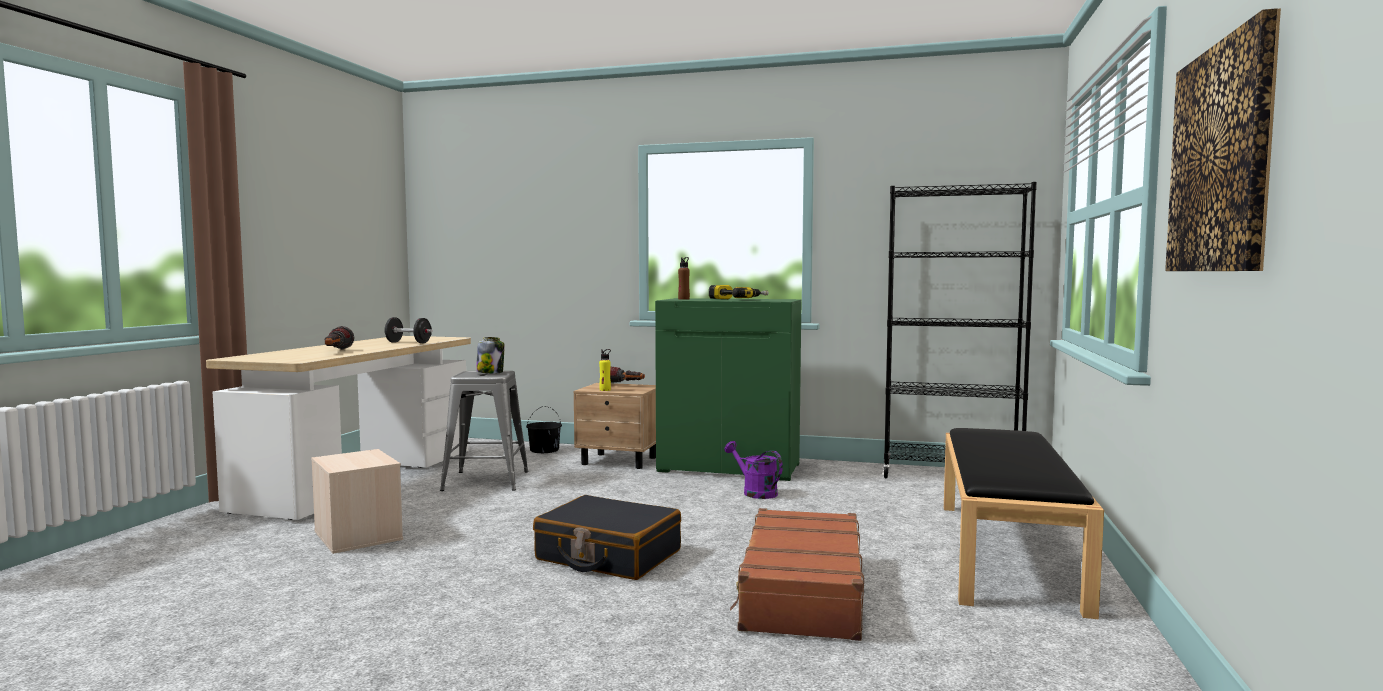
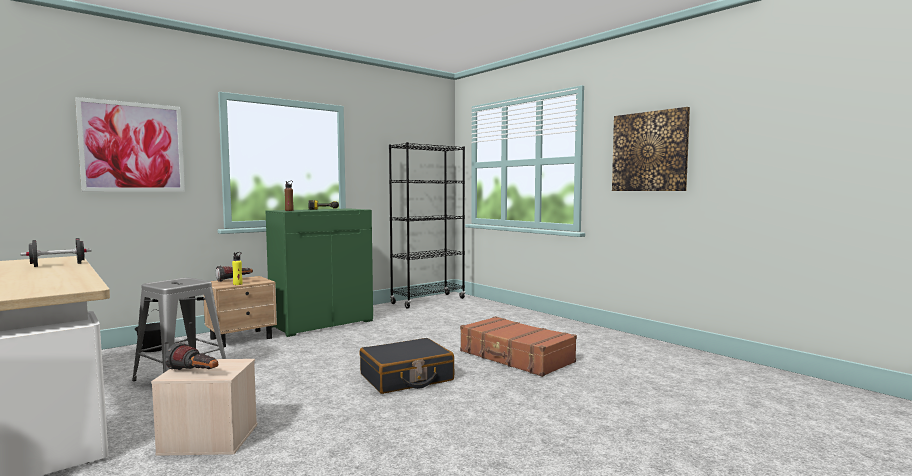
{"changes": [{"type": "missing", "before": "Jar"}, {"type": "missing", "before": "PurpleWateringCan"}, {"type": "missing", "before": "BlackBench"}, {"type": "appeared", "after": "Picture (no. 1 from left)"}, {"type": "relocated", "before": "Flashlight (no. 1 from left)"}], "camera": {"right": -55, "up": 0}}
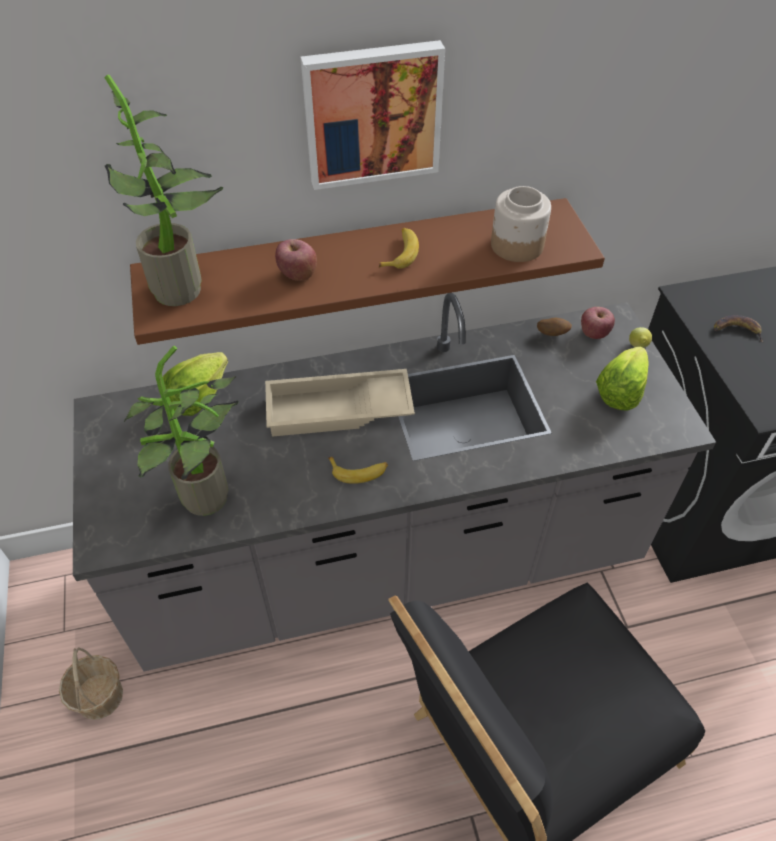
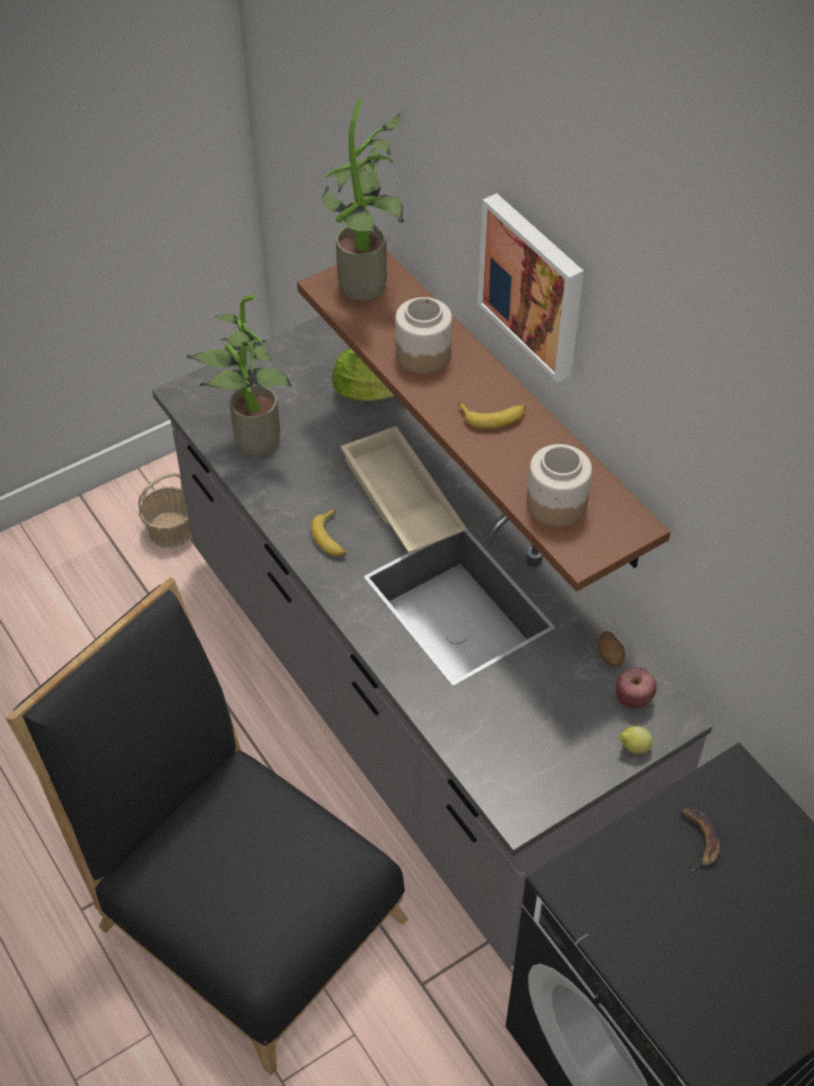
{"changes": [{"type": "missing", "before": "Lettuce (no. 2 from left)"}, {"type": "exchanged", "before": "Apple (no. 1 from left)", "after": "Jar (no. 1 from left)"}], "camera": {"right": 70, "up": 0}}
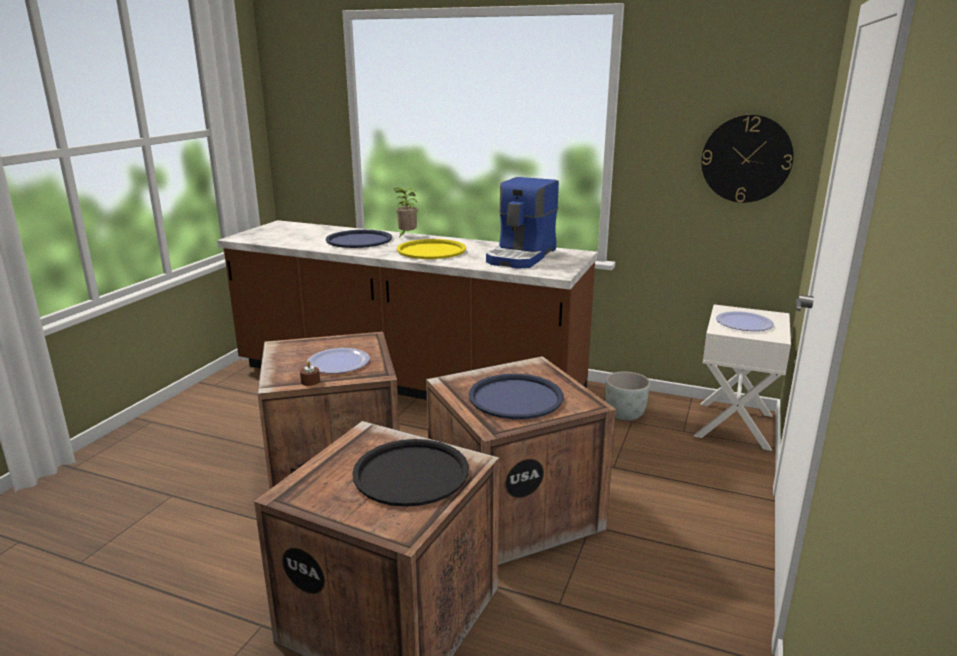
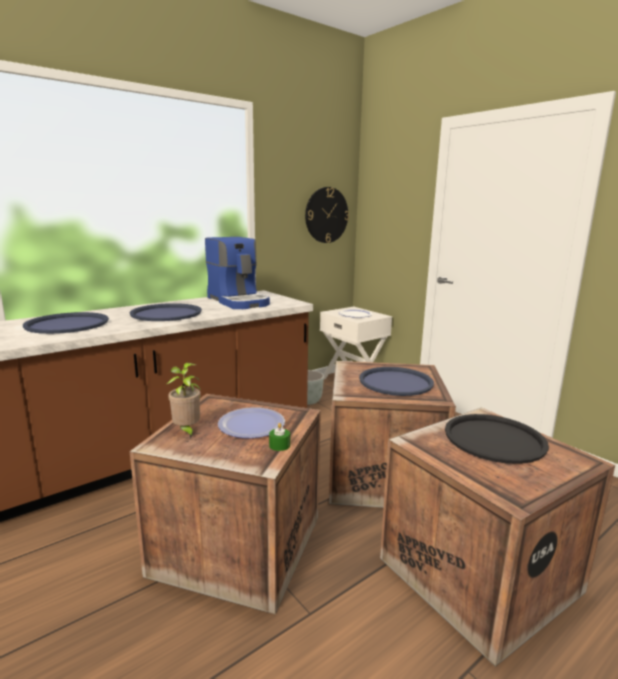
{"changes": [{"type": "relocated", "before": "PottedPlant"}, {"type": "colour", "before": "BrownCandle", "after": "GreenCandle"}, {"type": "colour", "before": "YellowTray", "after": "BlueTray (no. 2 from left)"}], "camera": {"right": -60, "up": -5}}
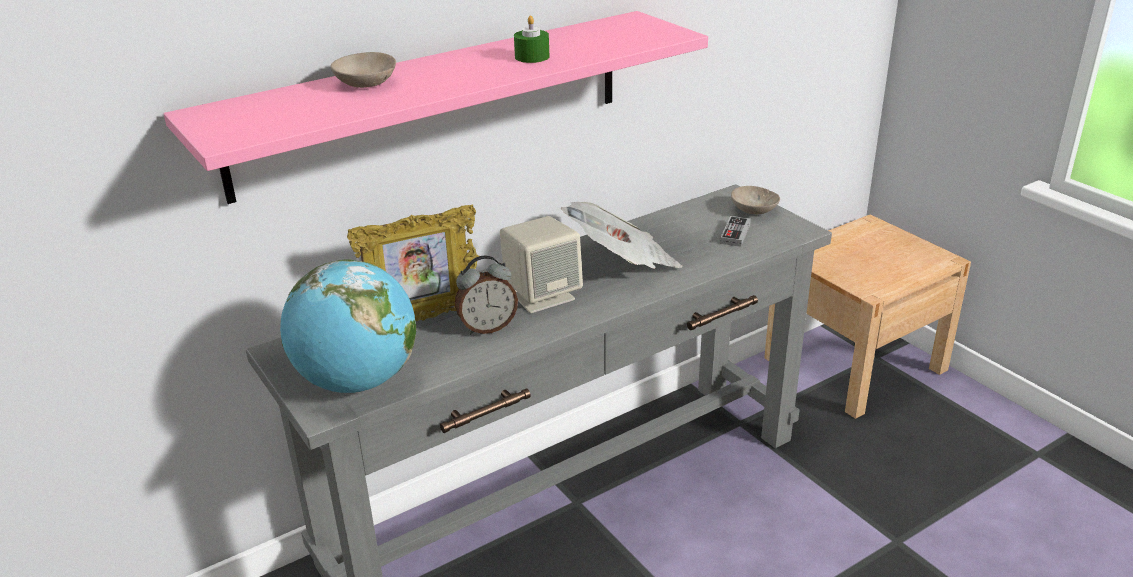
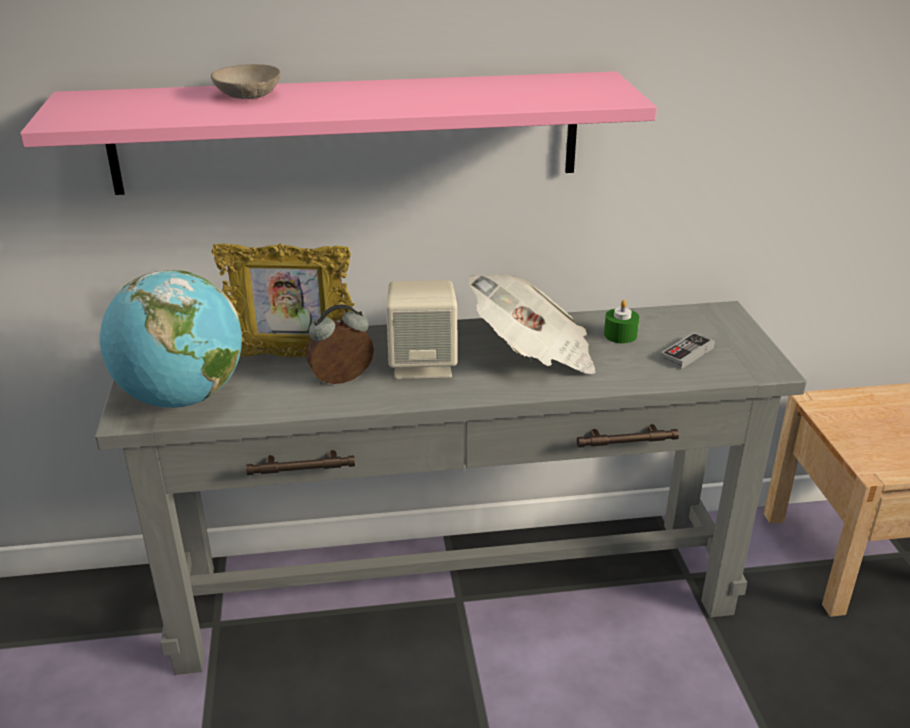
{"changes": [{"type": "missing", "before": "BeigeBowl (no. 2 from left)"}, {"type": "relocated", "before": "GreenCandle"}, {"type": "spun", "before": "AlarmClock", "turn": 150}], "camera": {"right": 25, "up": 0}}
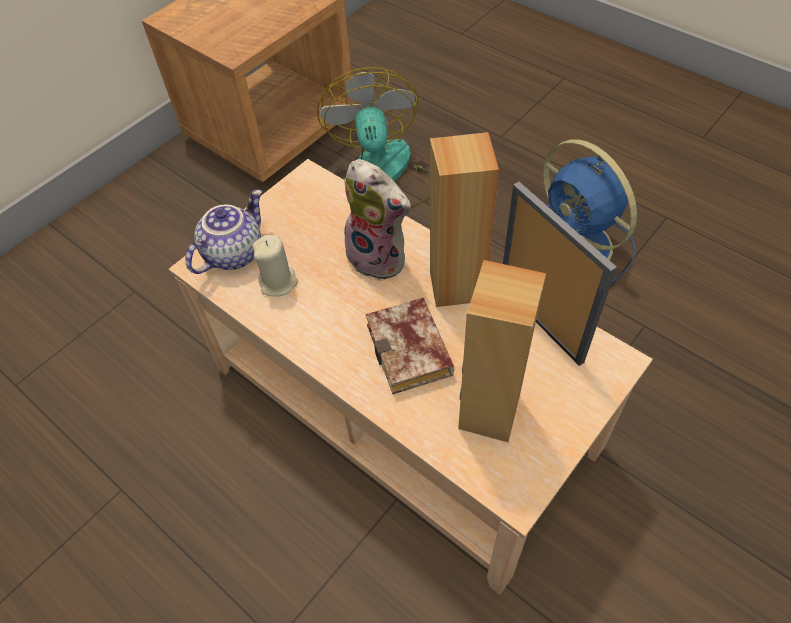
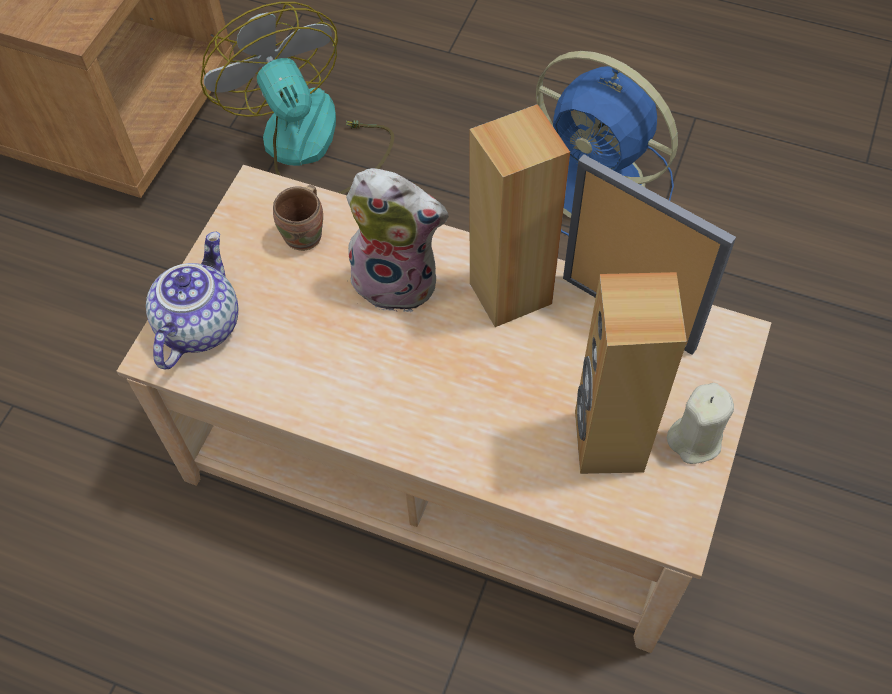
{"changes": [{"type": "missing", "before": "Book"}, {"type": "appeared", "after": "BrownMug"}, {"type": "relocated", "before": "BeigeCandle"}], "camera": {"right": -20, "up": 5}}
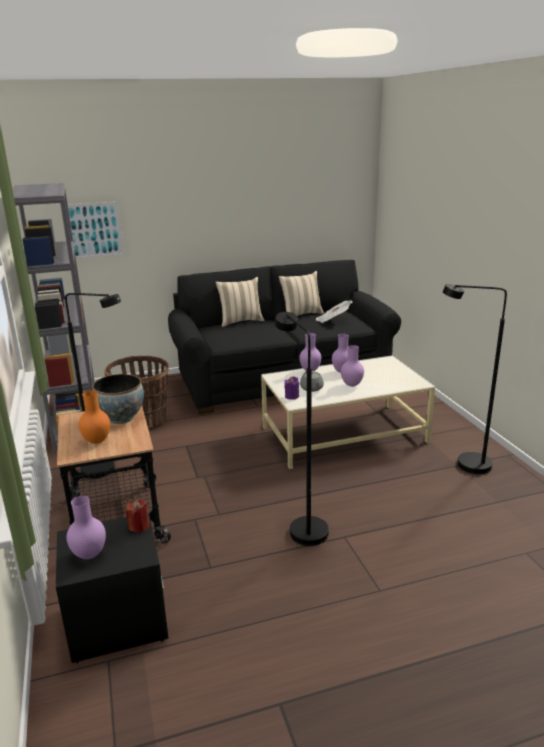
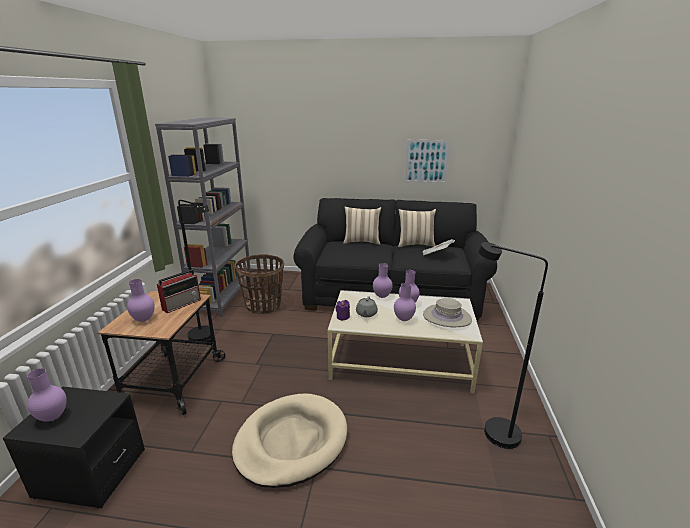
{"changes": [{"type": "missing", "before": "RedCandle"}, {"type": "appeared", "after": "BeigeHat"}, {"type": "relocated", "before": "Picture"}, {"type": "exchanged", "before": "Bowl", "after": "Radio"}, {"type": "exchanged", "before": "BlackFloorLamp (no. 2 from left)", "after": "BeigeDogBed"}, {"type": "colour", "before": "OrangeVase", "after": "PurpleVase (no. 2 from left)"}], "camera": {"right": 25, "up": 0}}
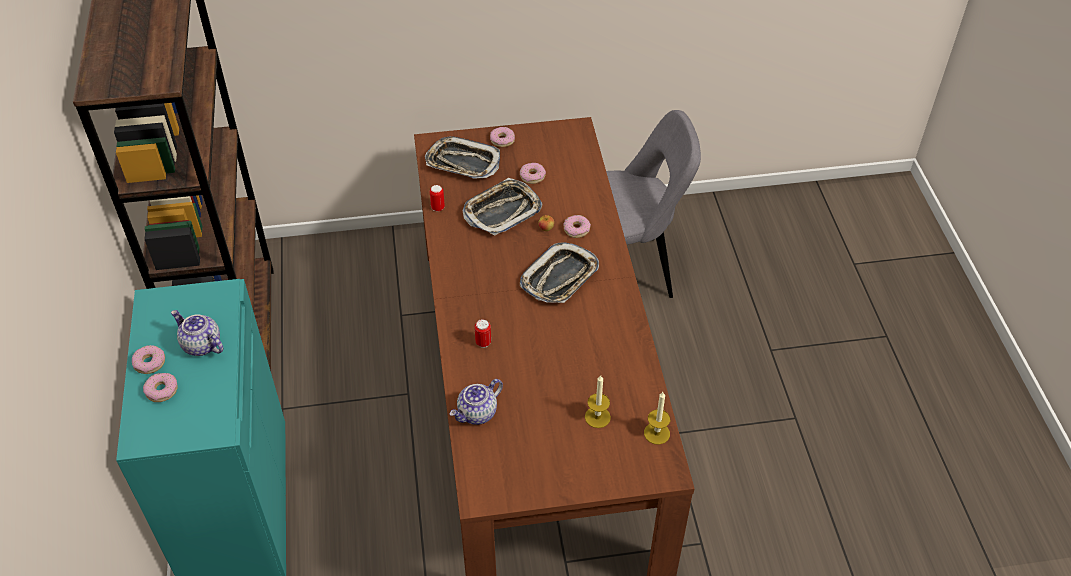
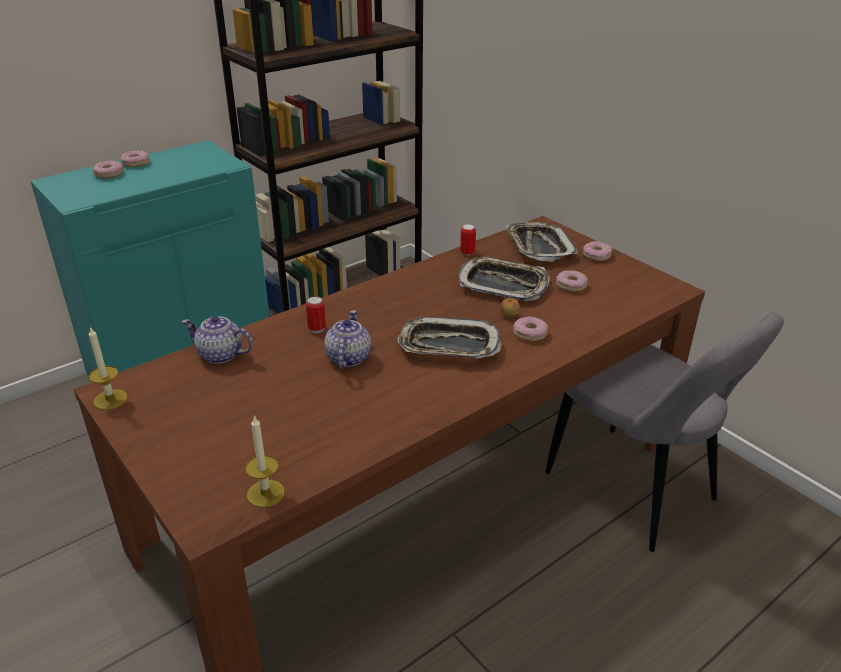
{"changes": [{"type": "relocated", "before": "Teapot (no. 1 from left in the first image)", "after": "Teapot (no. 2 from left)"}, {"type": "relocated", "before": "Candle (no. 1 from left)"}], "camera": {"right": 60, "up": -15}}
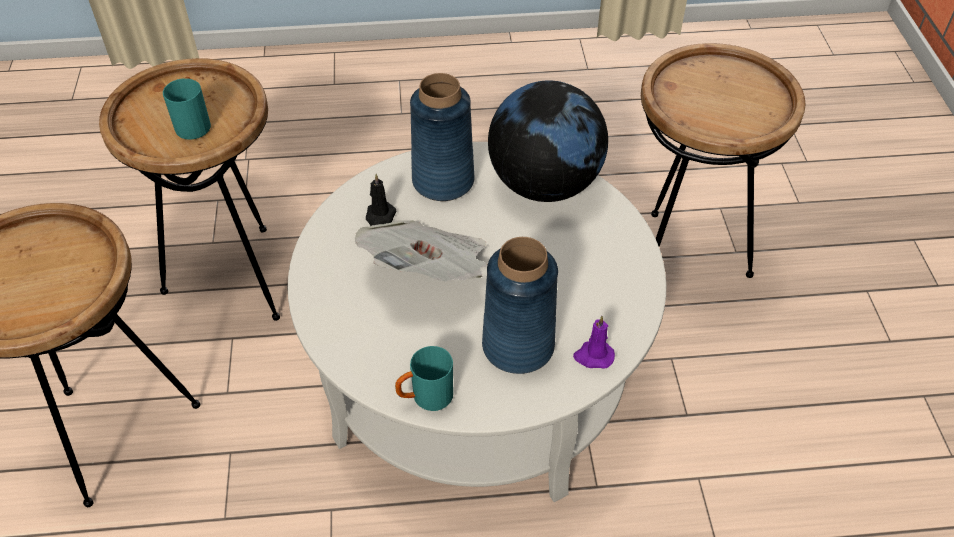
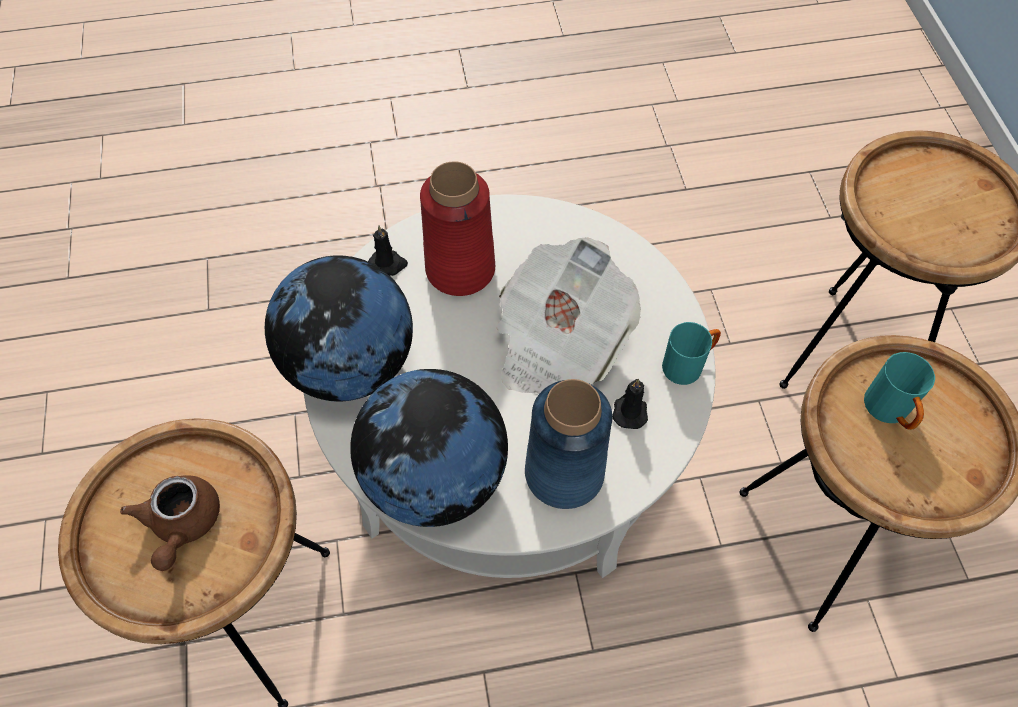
{"changes": [{"type": "appeared", "after": "BrownTeapot"}, {"type": "appeared", "after": "Globe (no. 1 from left)"}, {"type": "relocated", "before": "TurquoiseMug (no. 2 from left in the first image)", "after": "TurquoiseMug (no. 1 from left)"}, {"type": "colour", "before": "BlueVase (no. 2 from left)", "after": "RedVase"}, {"type": "colour", "before": "PurpleCandle", "after": "BlackCandle (no. 1 from left)"}], "camera": {"right": 175, "up": 10}}
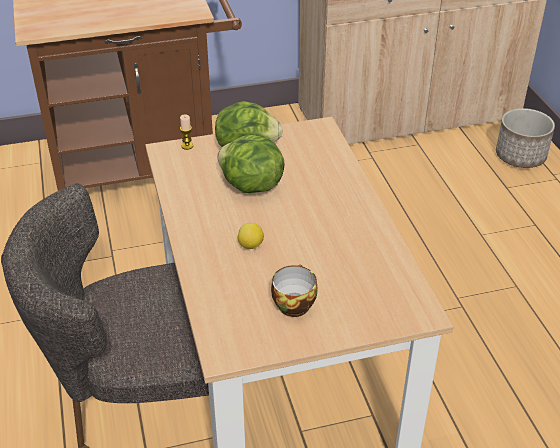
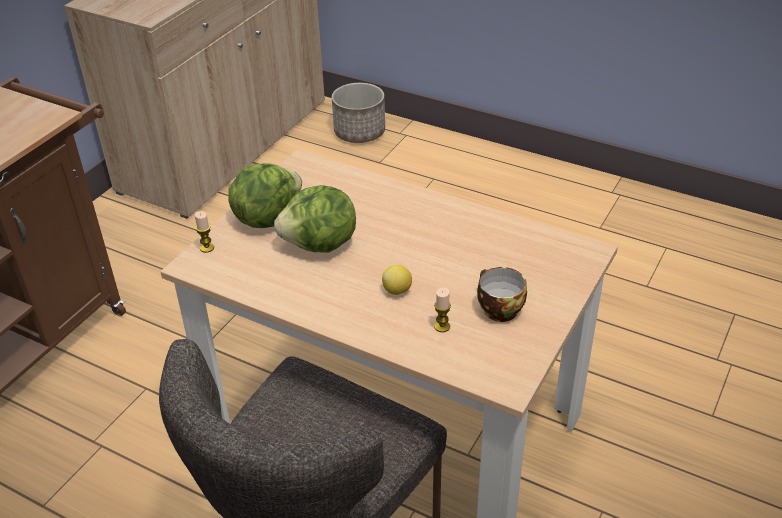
{"changes": [{"type": "appeared", "after": "Candle (no. 2 from left)"}], "camera": {"right": -45, "up": 0}}
